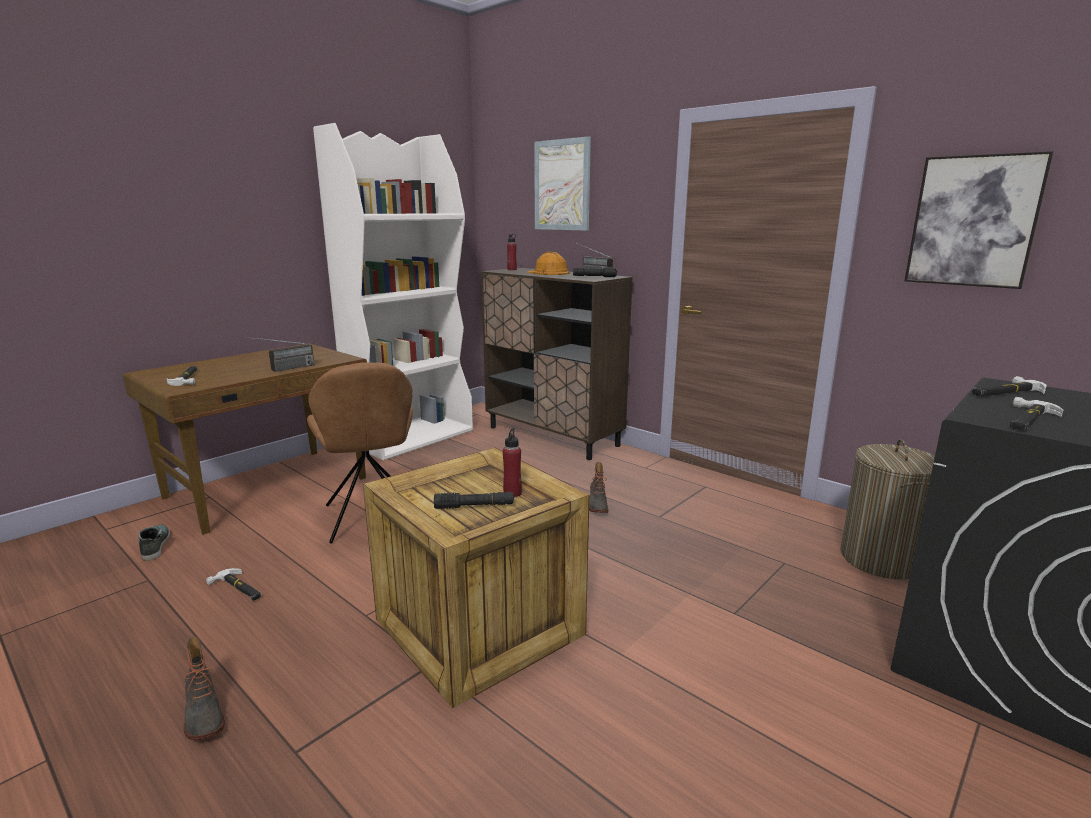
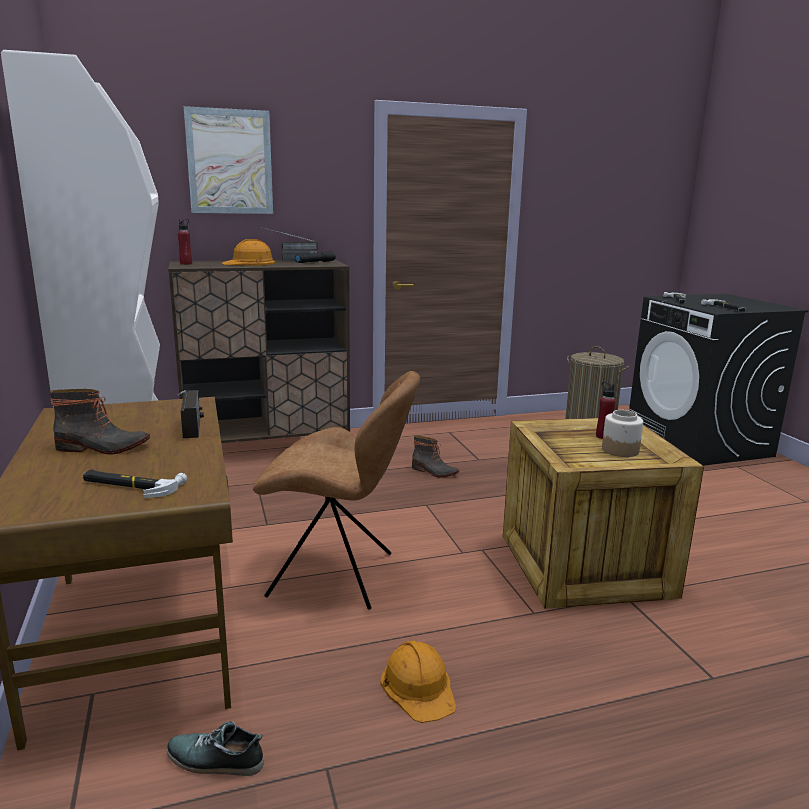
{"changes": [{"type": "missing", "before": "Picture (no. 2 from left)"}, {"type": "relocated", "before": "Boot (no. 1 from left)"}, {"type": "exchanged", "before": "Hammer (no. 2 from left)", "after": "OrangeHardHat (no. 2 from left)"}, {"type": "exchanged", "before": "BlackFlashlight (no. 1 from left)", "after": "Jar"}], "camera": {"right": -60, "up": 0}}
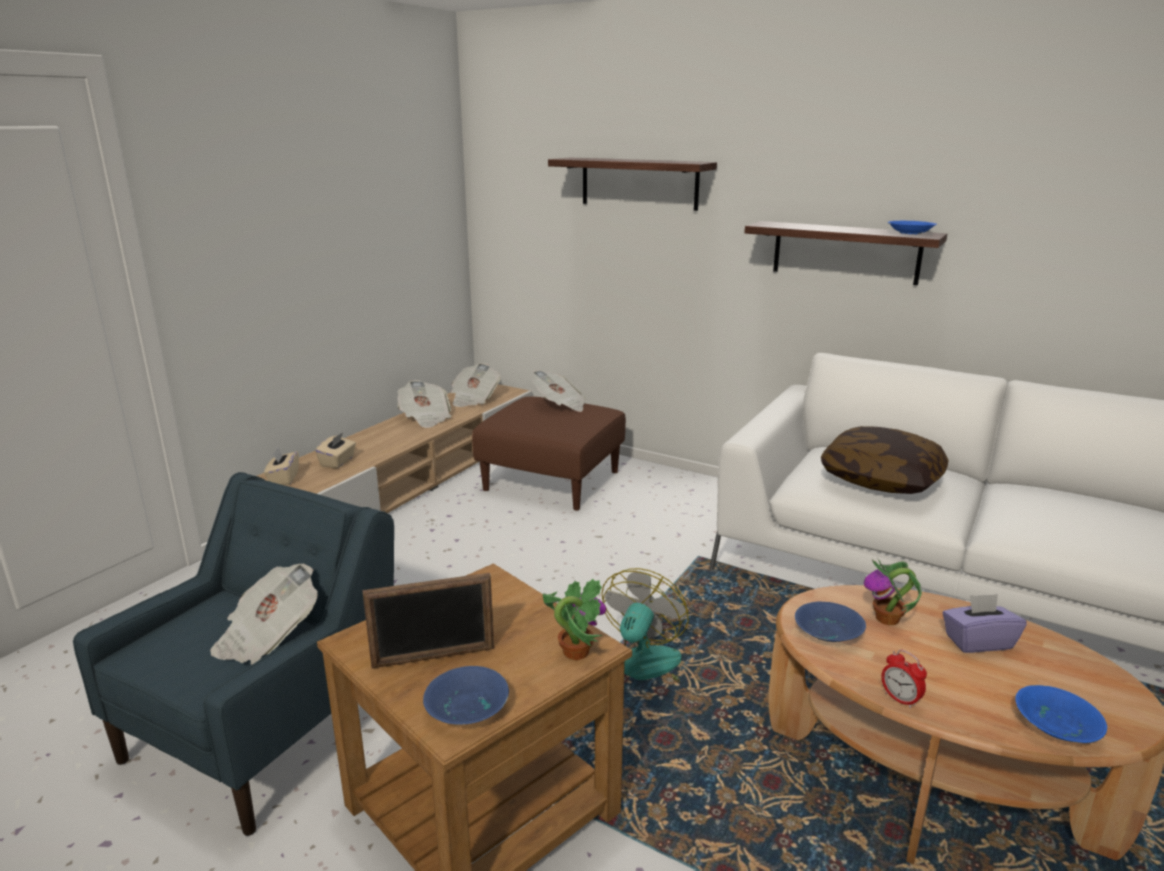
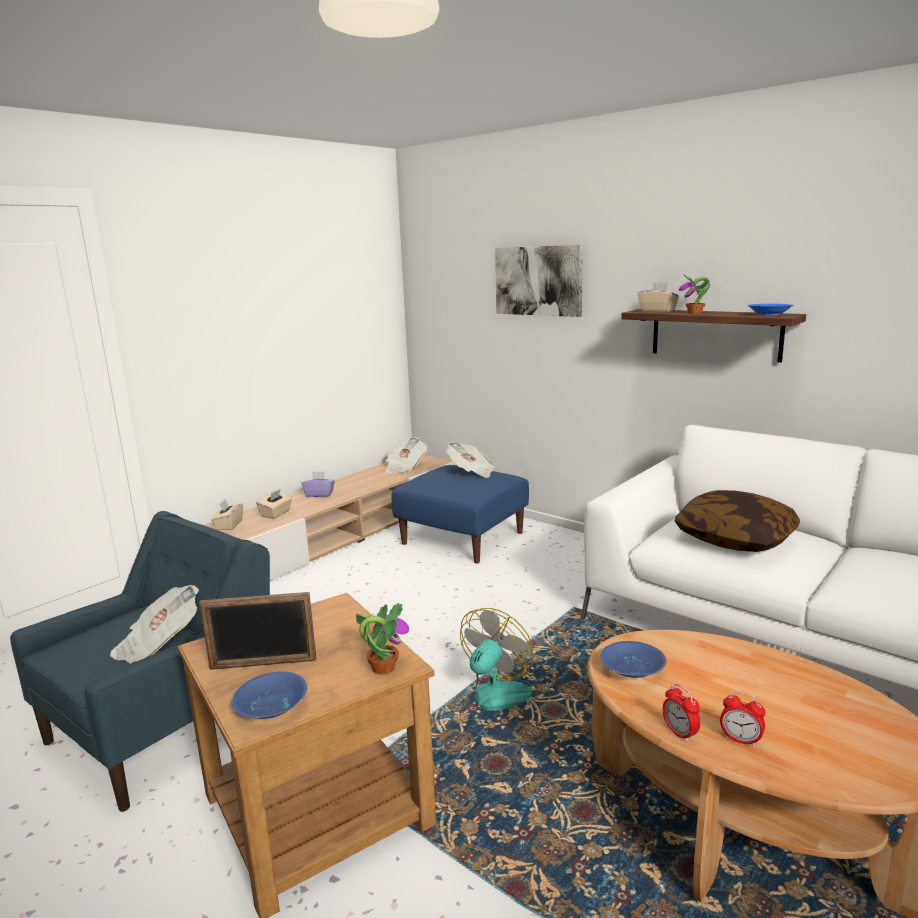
{"changes": [{"type": "missing", "before": "Newspaper (no. 2 from left)"}, {"type": "missing", "before": "BlueBowl (no. 4 from left)"}, {"type": "appeared", "after": "BeigeTissueBox (no. 3 from left)"}, {"type": "appeared", "after": "AlarmClock (no. 2 from left)"}, {"type": "relocated", "before": "PottedPlant (no. 2 from left)"}, {"type": "relocated", "before": "PurpleTissueBox"}, {"type": "exchanged", "before": "Shelf (no. 1 from left)", "after": "Picture"}, {"type": "colour", "before": "BrownOttoman", "after": "BlueOttoman"}], "camera": {"right": 10, "up": -5}}
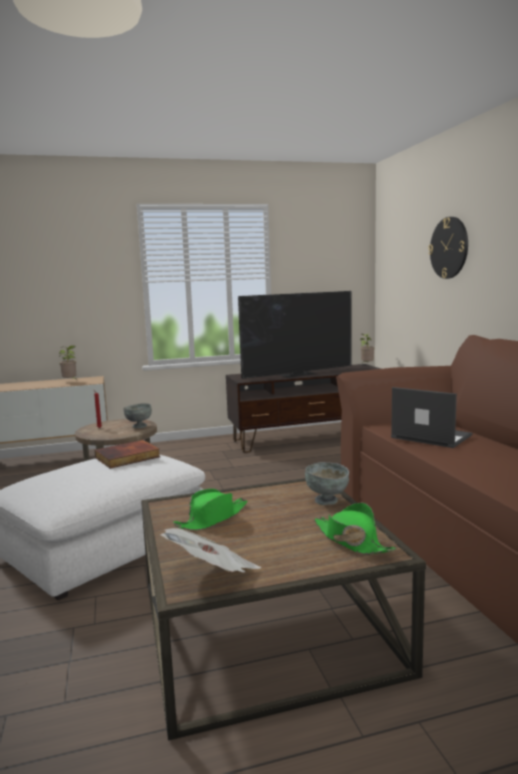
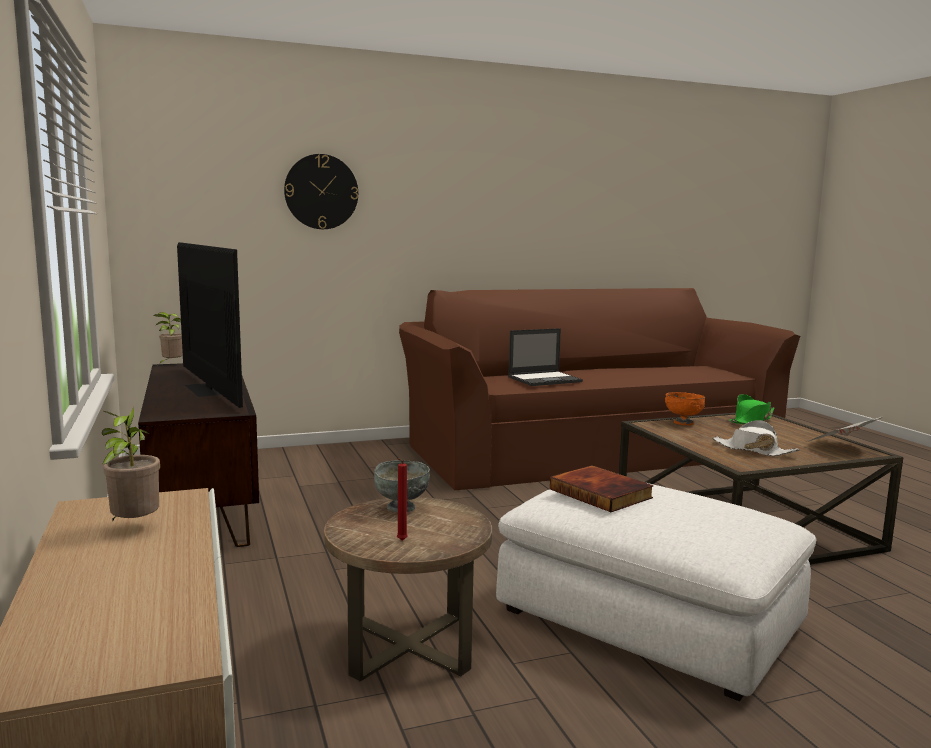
{"changes": [{"type": "colour", "before": "GreenHat (no. 1 from left)", "after": "WhiteHat"}, {"type": "colour", "before": "GreyBowl (no. 2 from left)", "after": "OrangeBowl"}, {"type": "spun", "before": "Laptop", "turn": -150}], "camera": {"right": -95, "up": 0}}
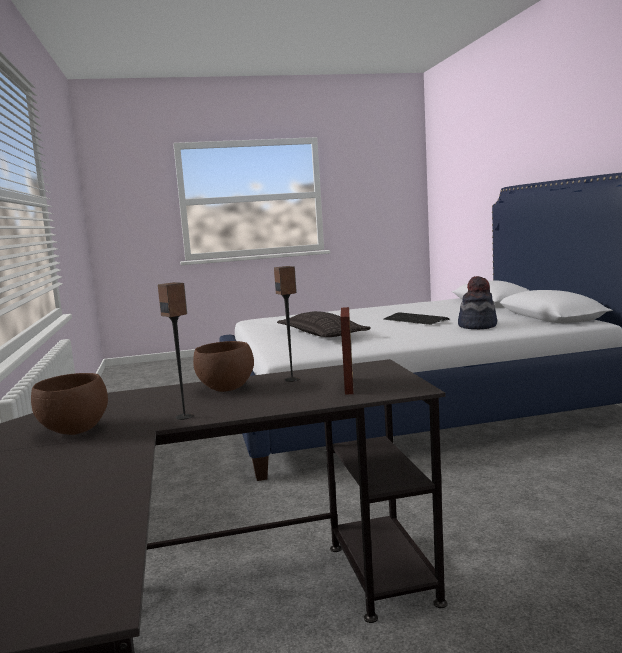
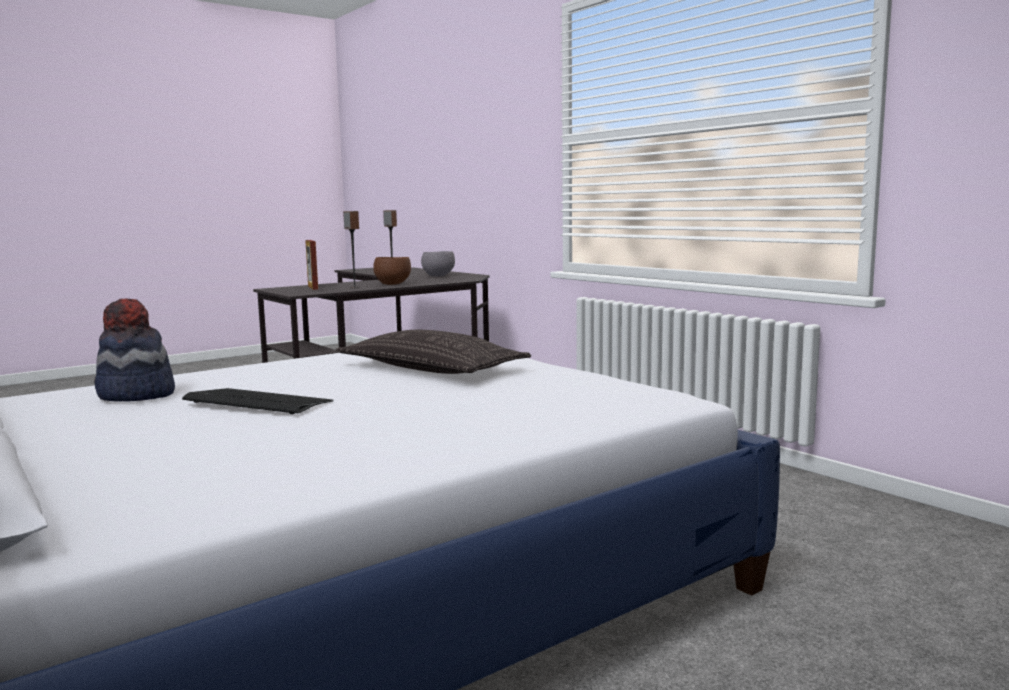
{"changes": [{"type": "colour", "before": "BrownBowl (no. 1 from left)", "after": "GreyBowl"}], "camera": {"right": 155, "up": 0}}
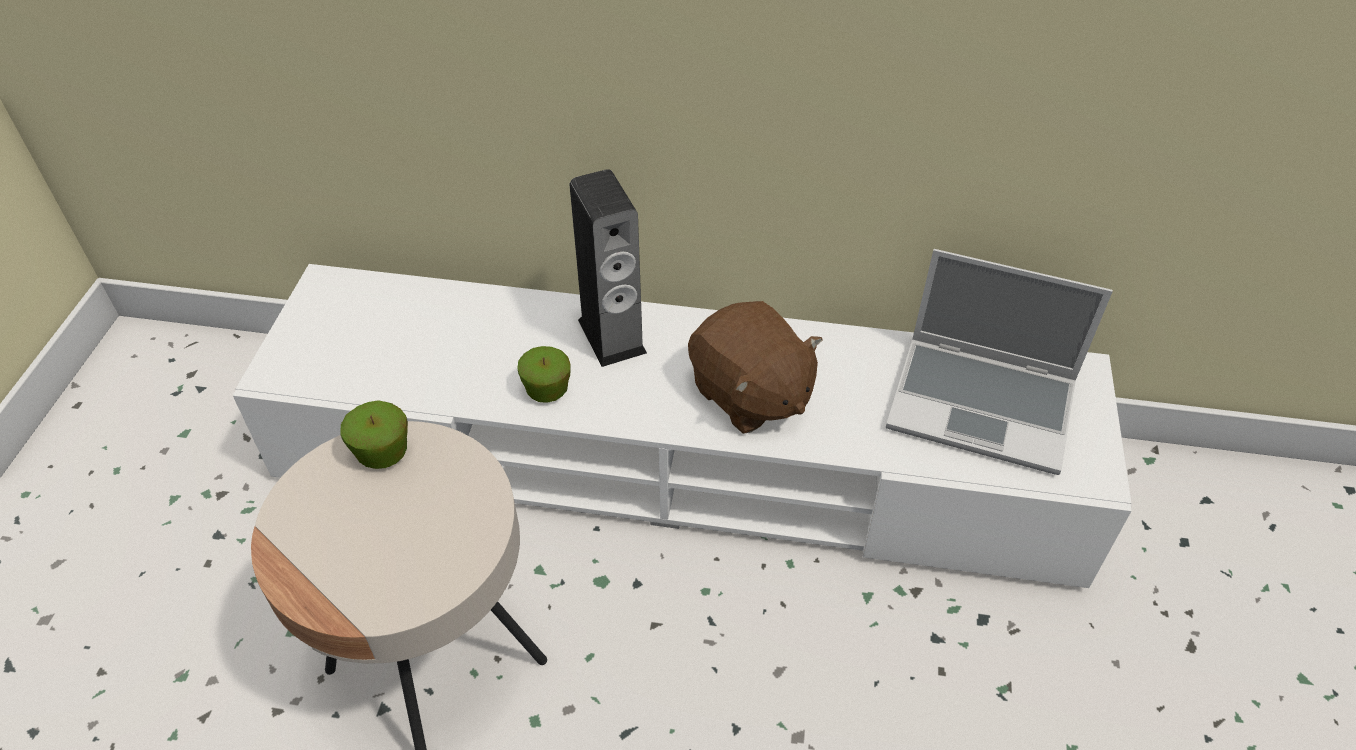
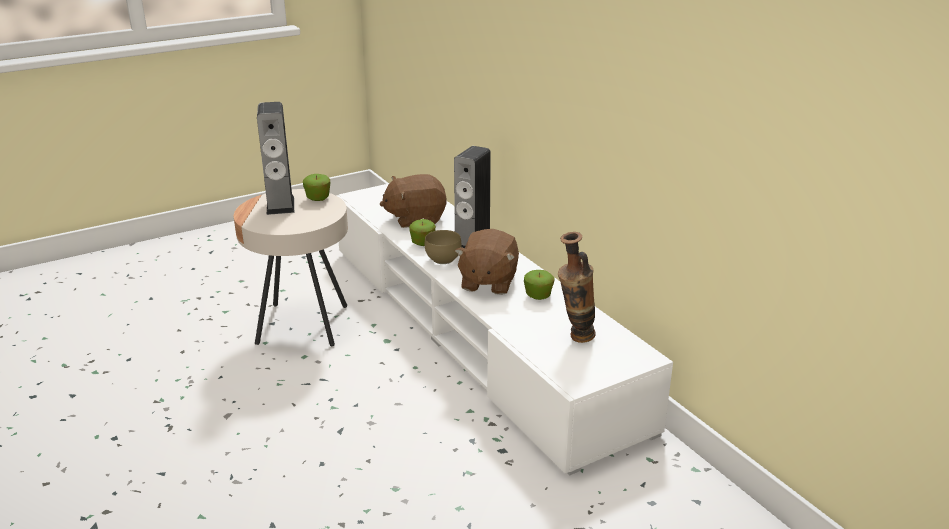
{"changes": [{"type": "appeared", "after": "Speaker (no. 1 from left)"}, {"type": "appeared", "after": "BrownPlushToy (no. 1 from left)"}, {"type": "appeared", "after": "BrownBowl"}, {"type": "appeared", "after": "Apple (no. 3 from left)"}, {"type": "exchanged", "before": "Laptop", "after": "Vase"}], "camera": {"right": 50, "up": -20}}
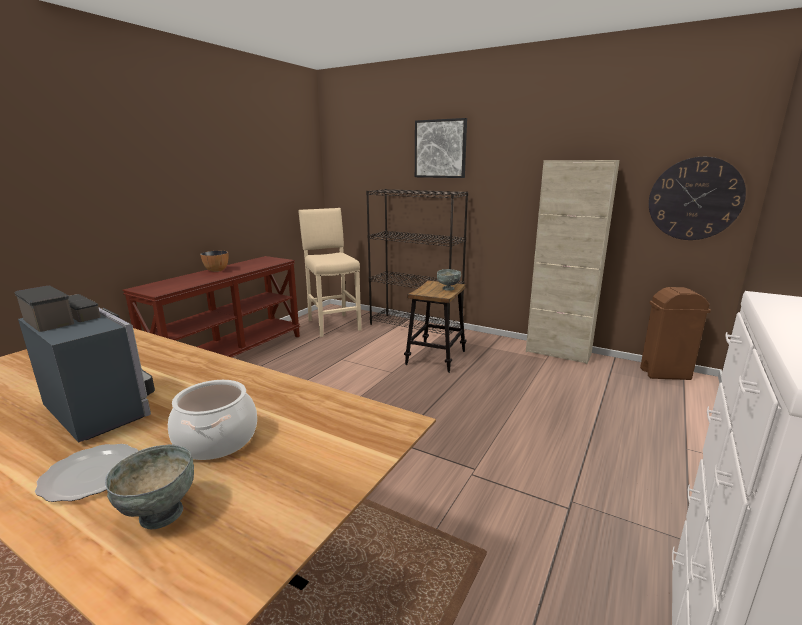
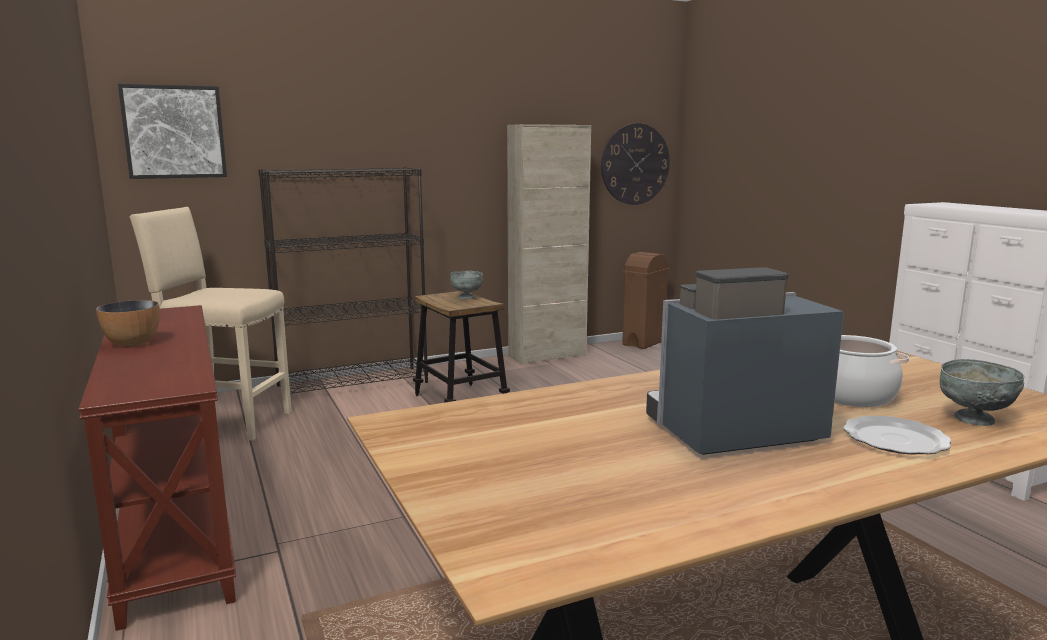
{"changes": [{"type": "relocated", "before": "Picture"}], "camera": {"right": -55, "up": -5}}
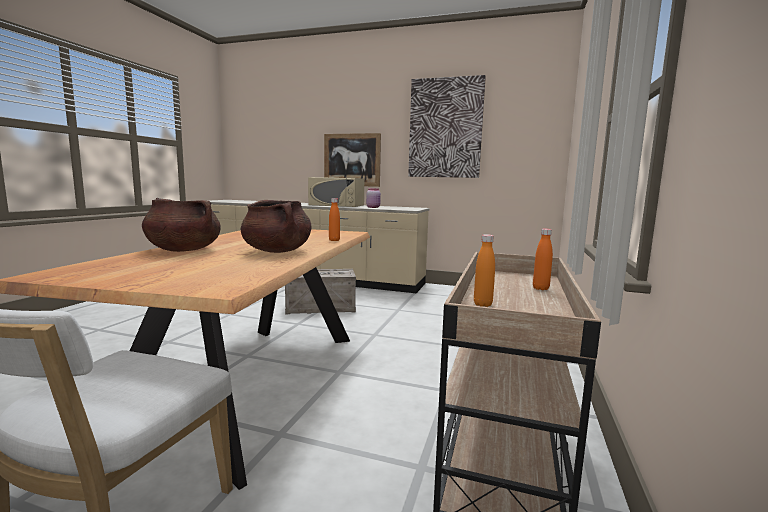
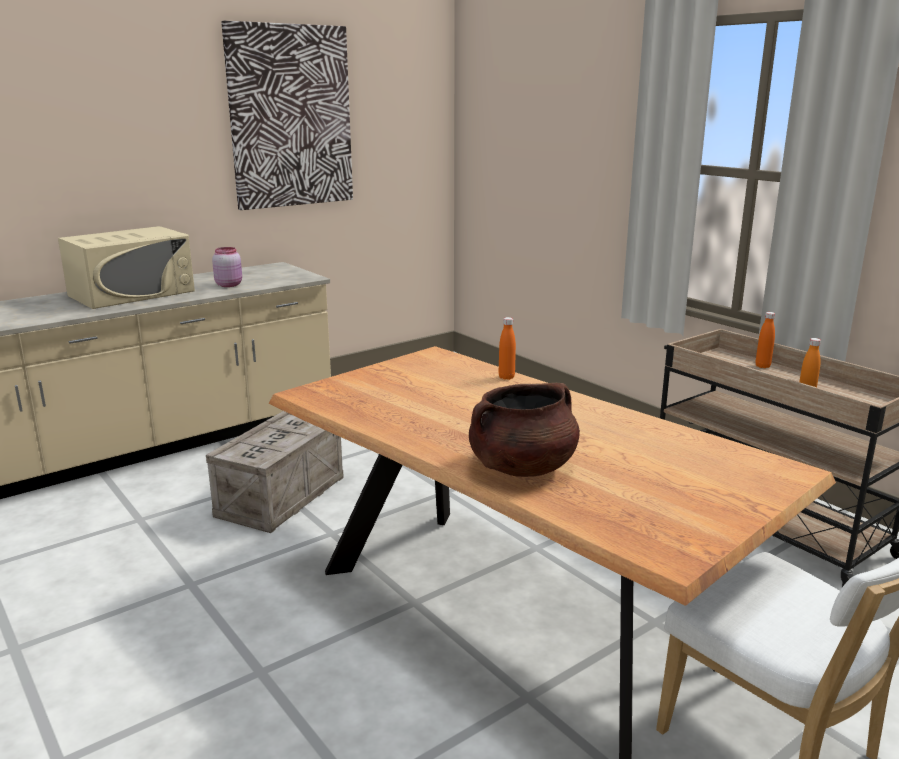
{"changes": [{"type": "missing", "before": "BrownCookingPot (no. 2 from left)"}, {"type": "missing", "before": "Picture (no. 1 from left)"}], "camera": {"right": -55, "up": 10}}
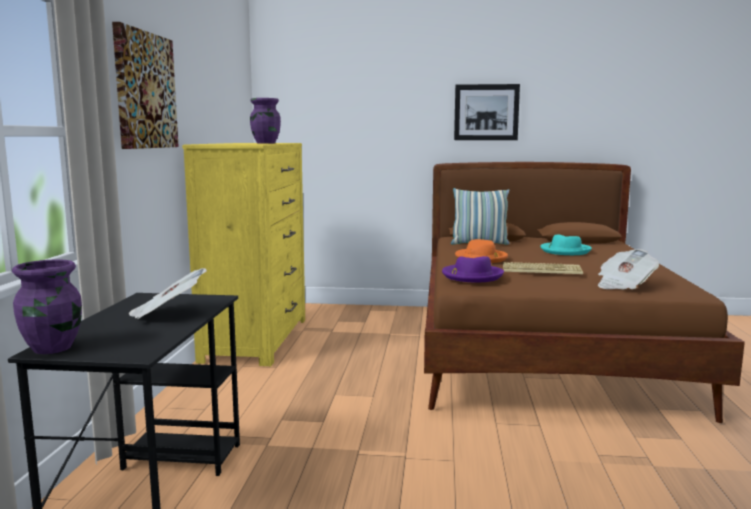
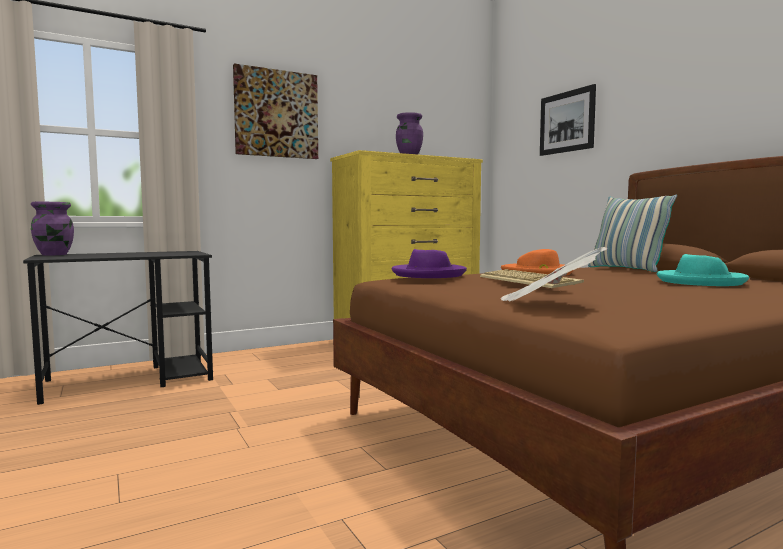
{"changes": [{"type": "missing", "before": "Newspaper (no. 1 from left)"}, {"type": "relocated", "before": "Picture (no. 2 from left)"}], "camera": {"right": 55, "up": -5}}
